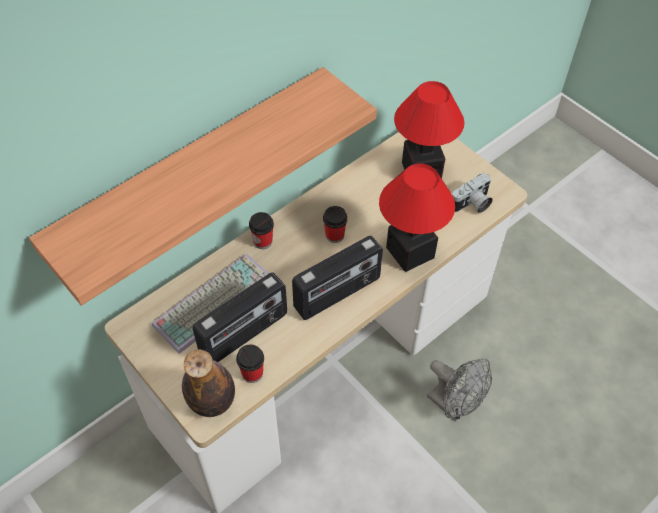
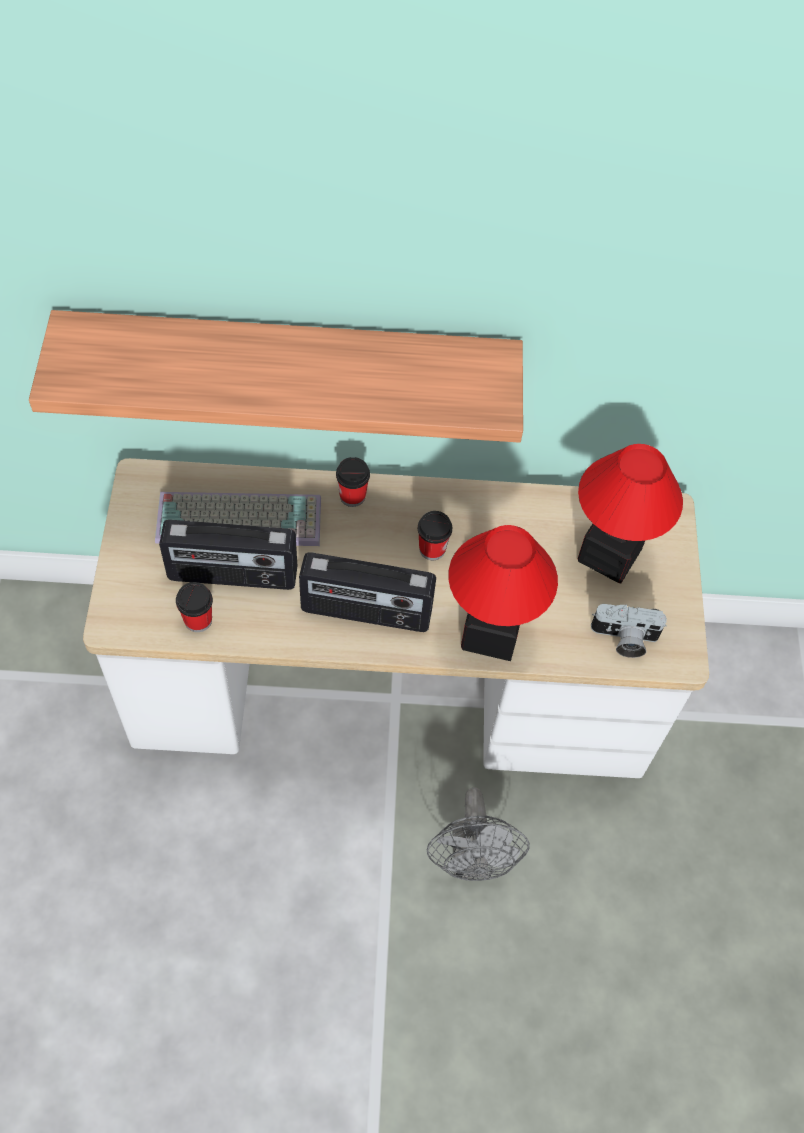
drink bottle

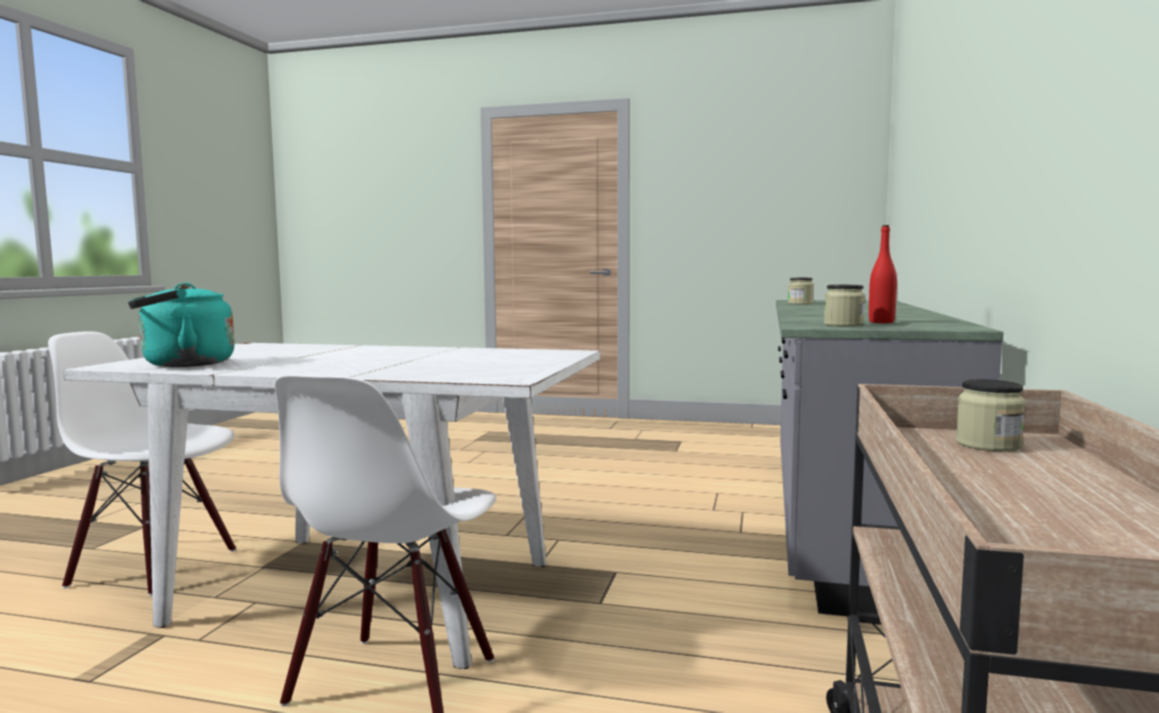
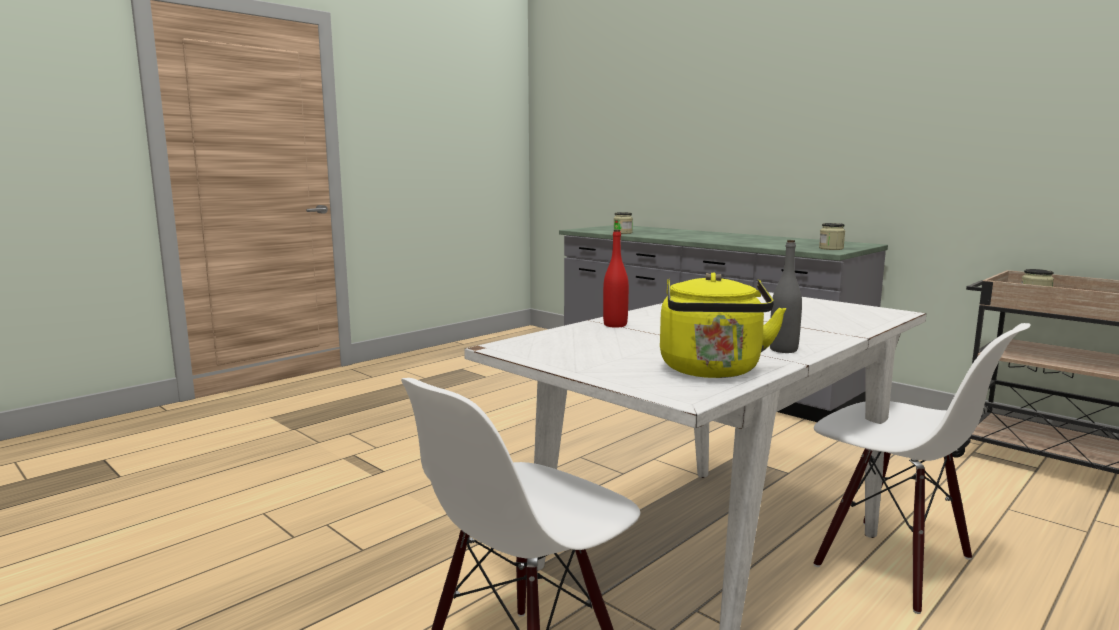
drink bottle (red-coloured)
kettle (yellow-coloured)
drink bottle (grey)

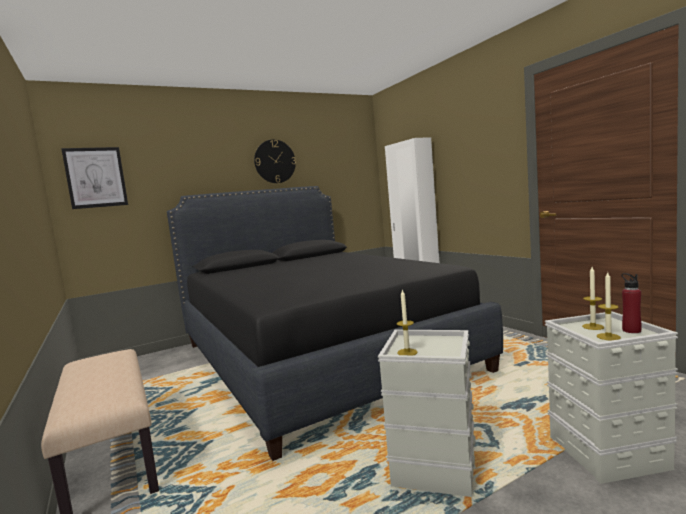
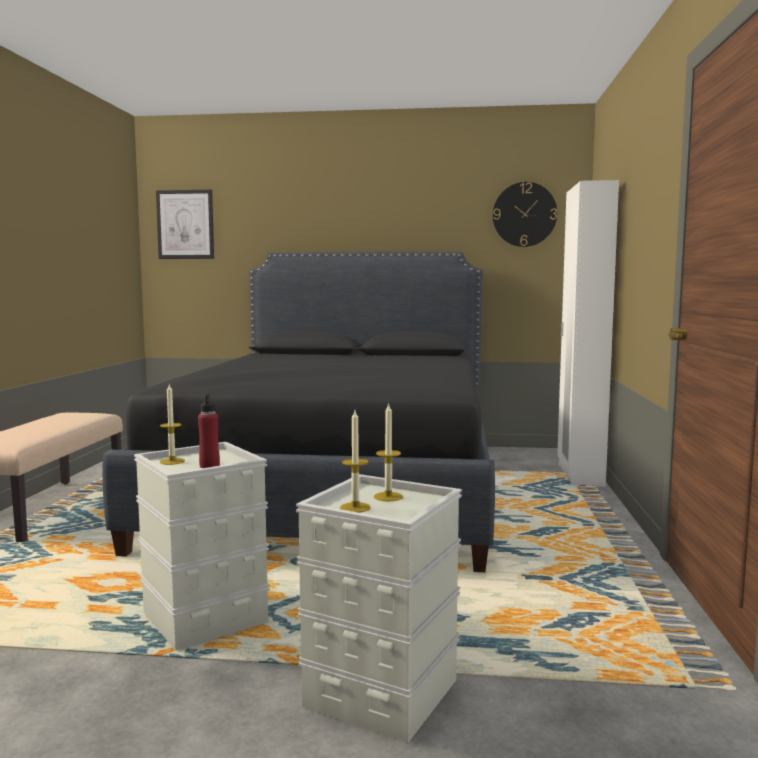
clock on the wall
drink bottle (red-coloured)

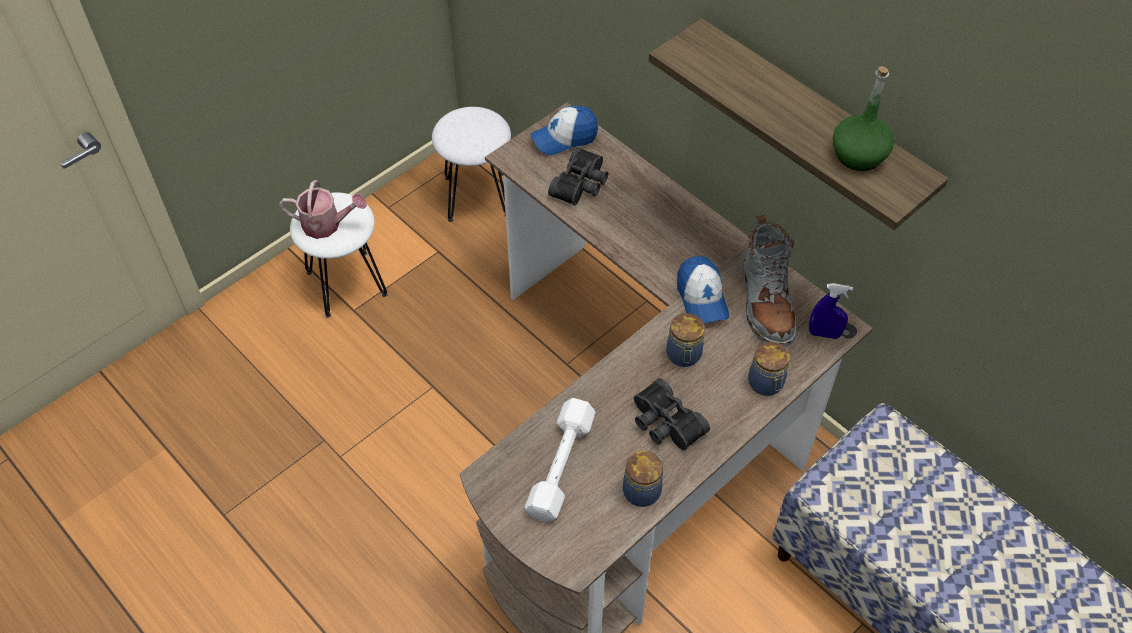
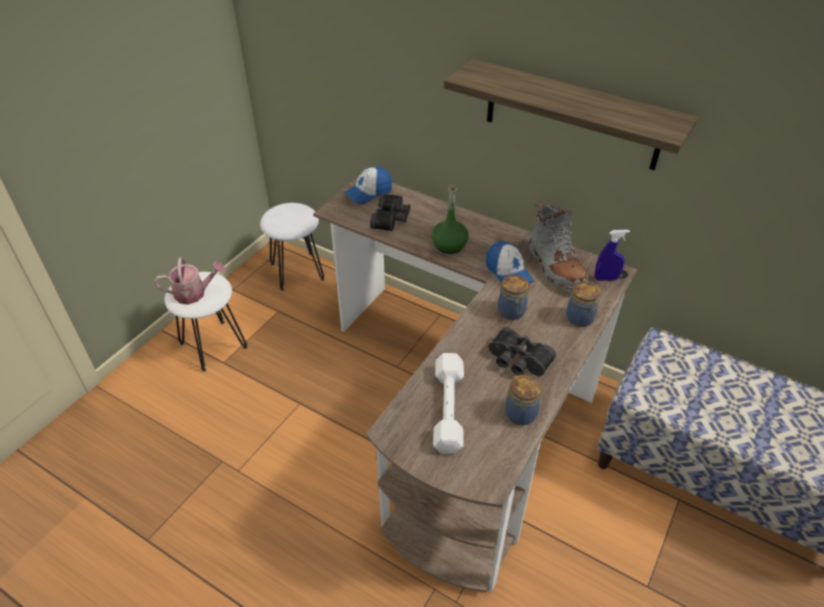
drink bottle (green-coloured)

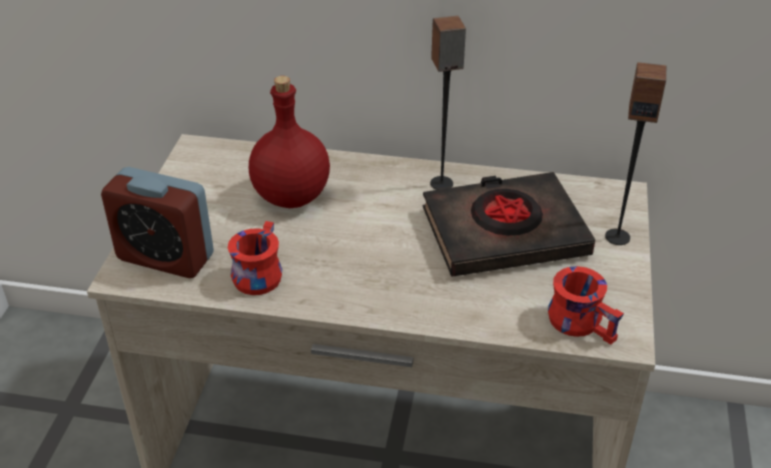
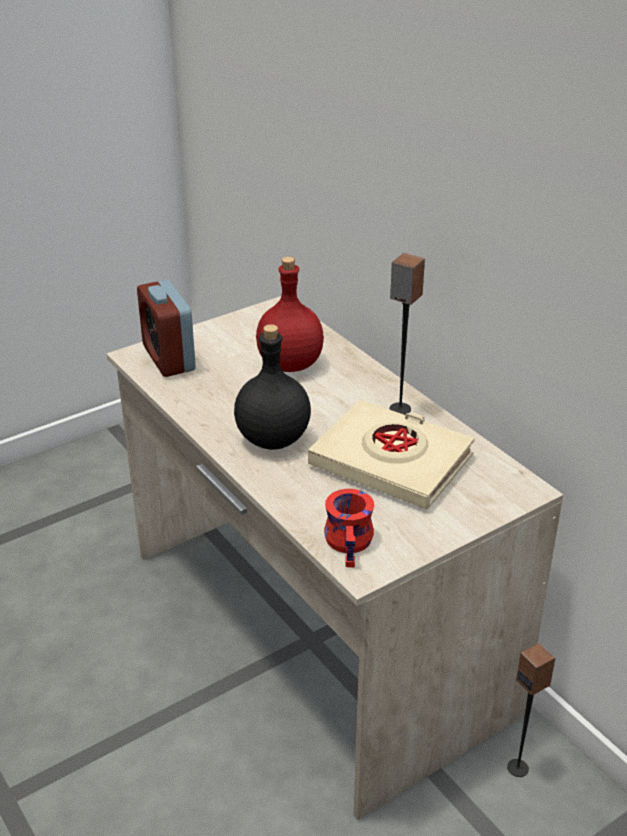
loudspeaker (2nd from left)
book (sand-coloured)
coffee mug (red-coloured) (1st from left in the first image)
drink bottle (black-coloured)

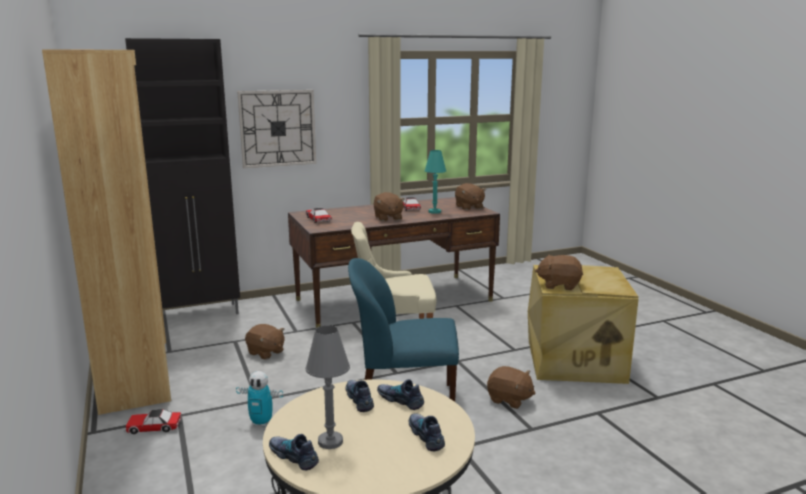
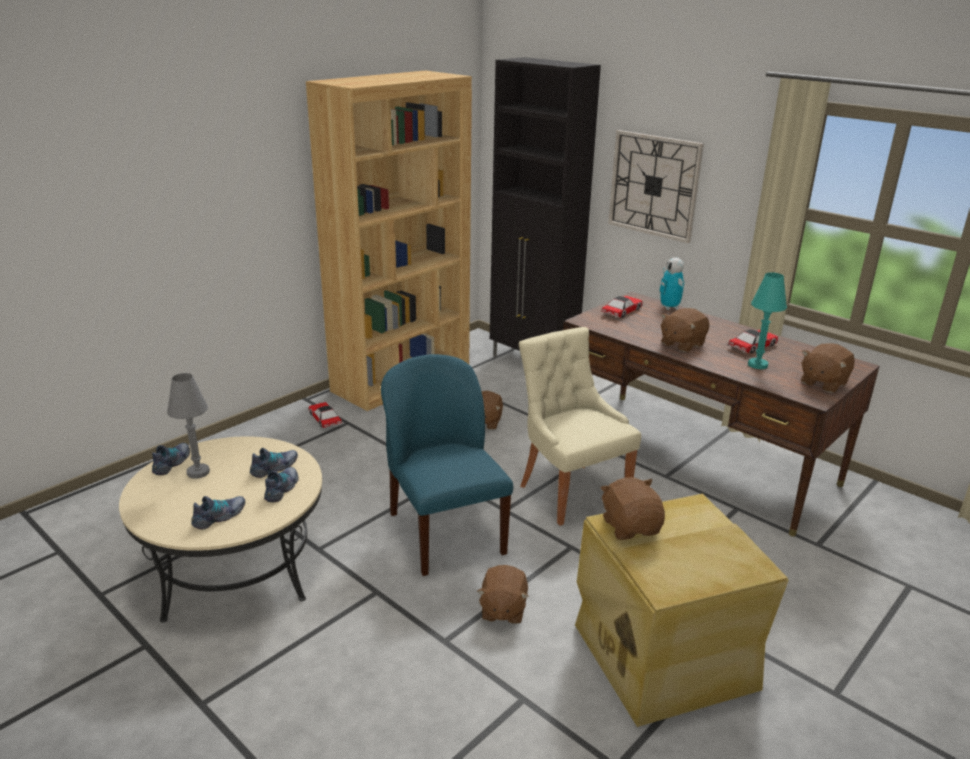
toy robot

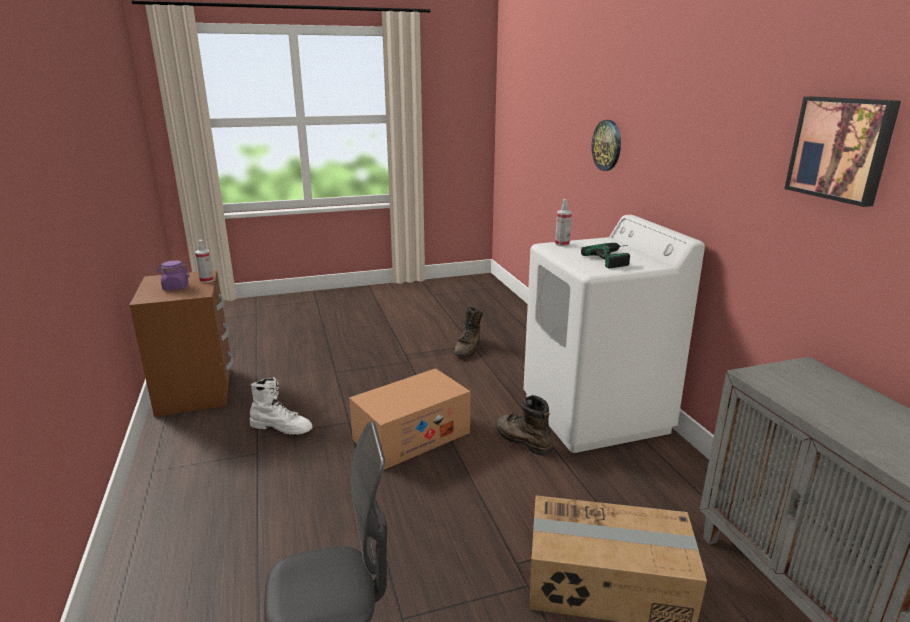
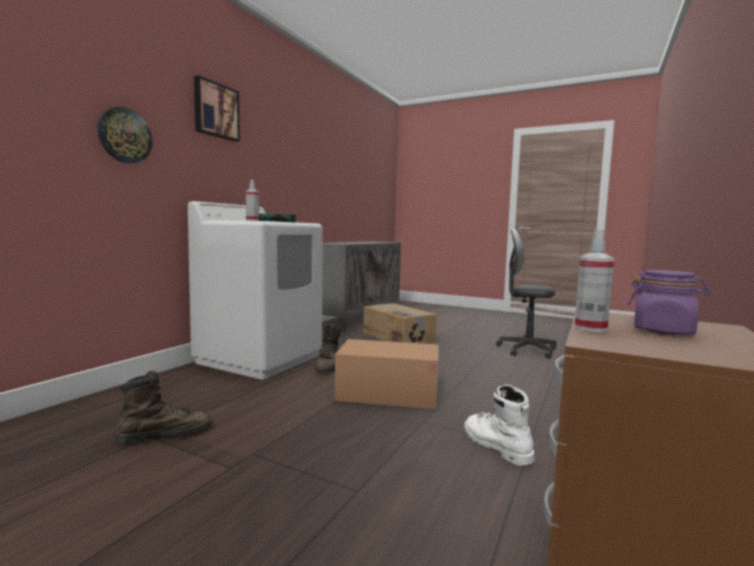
wall art

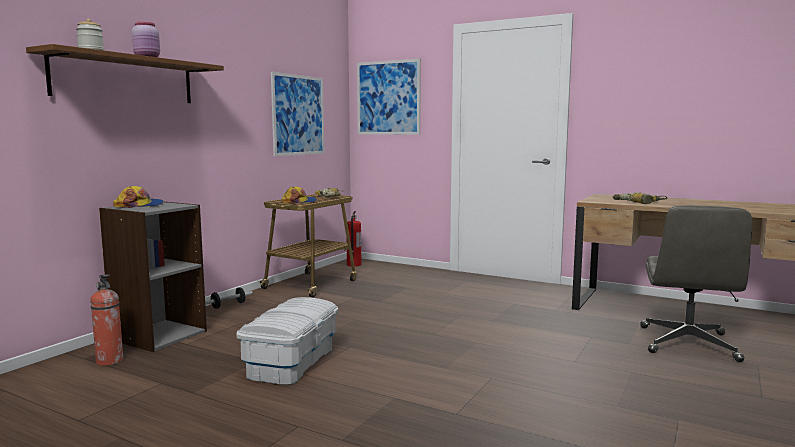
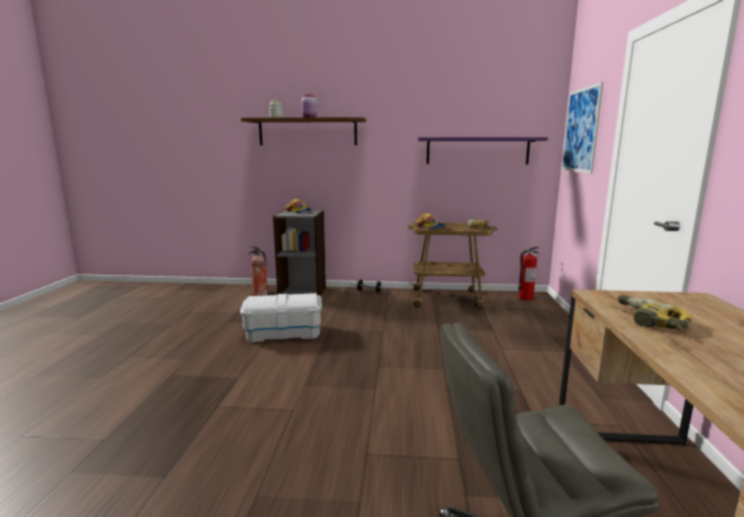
bracket shelf (purple-coloured)

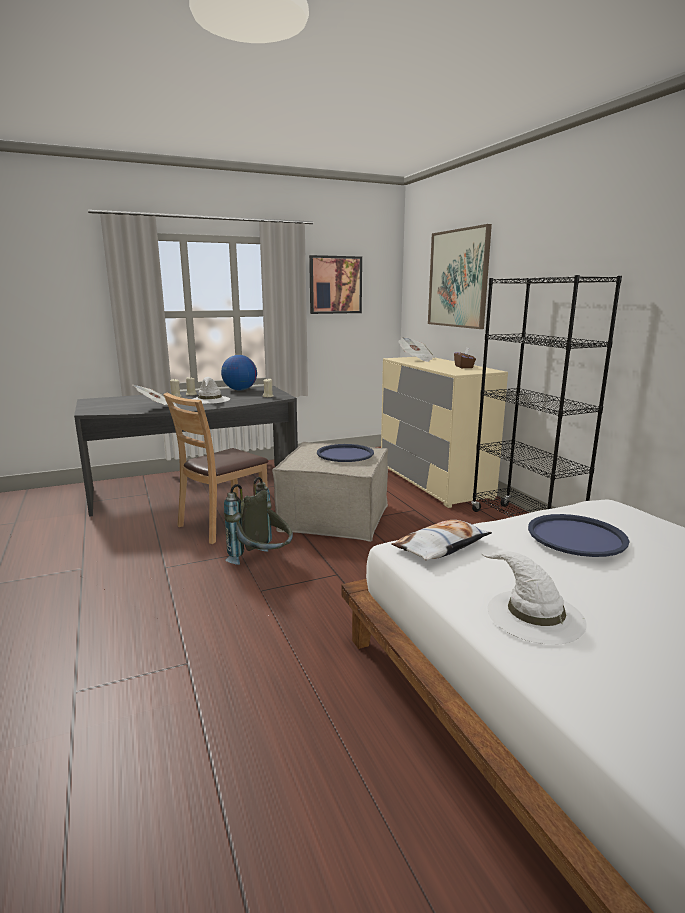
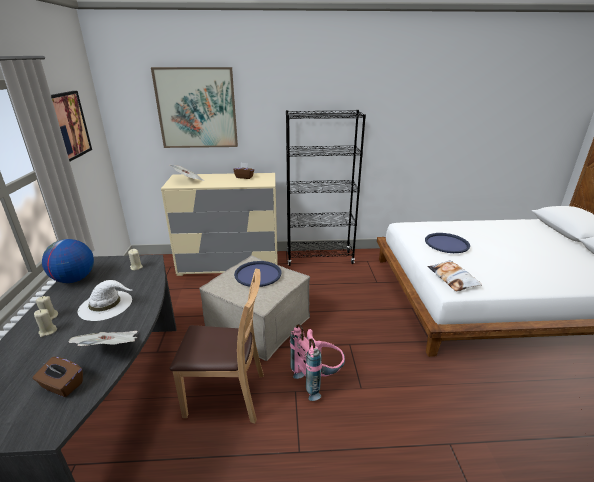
chair (brownish)
knapsack (pinkish)
clothing hat (white-coloured) (2nd from left in the first image)
tissue holder (brownish) (1st from left)

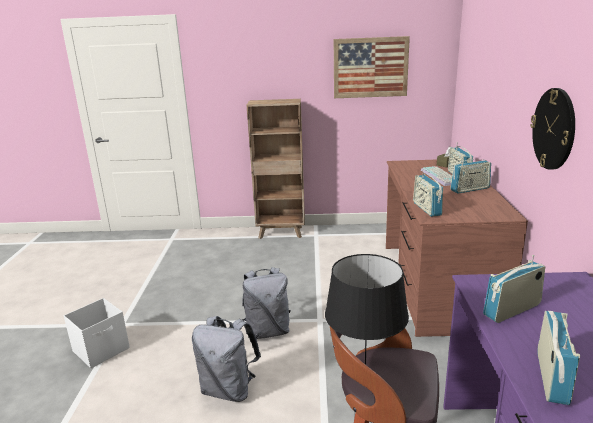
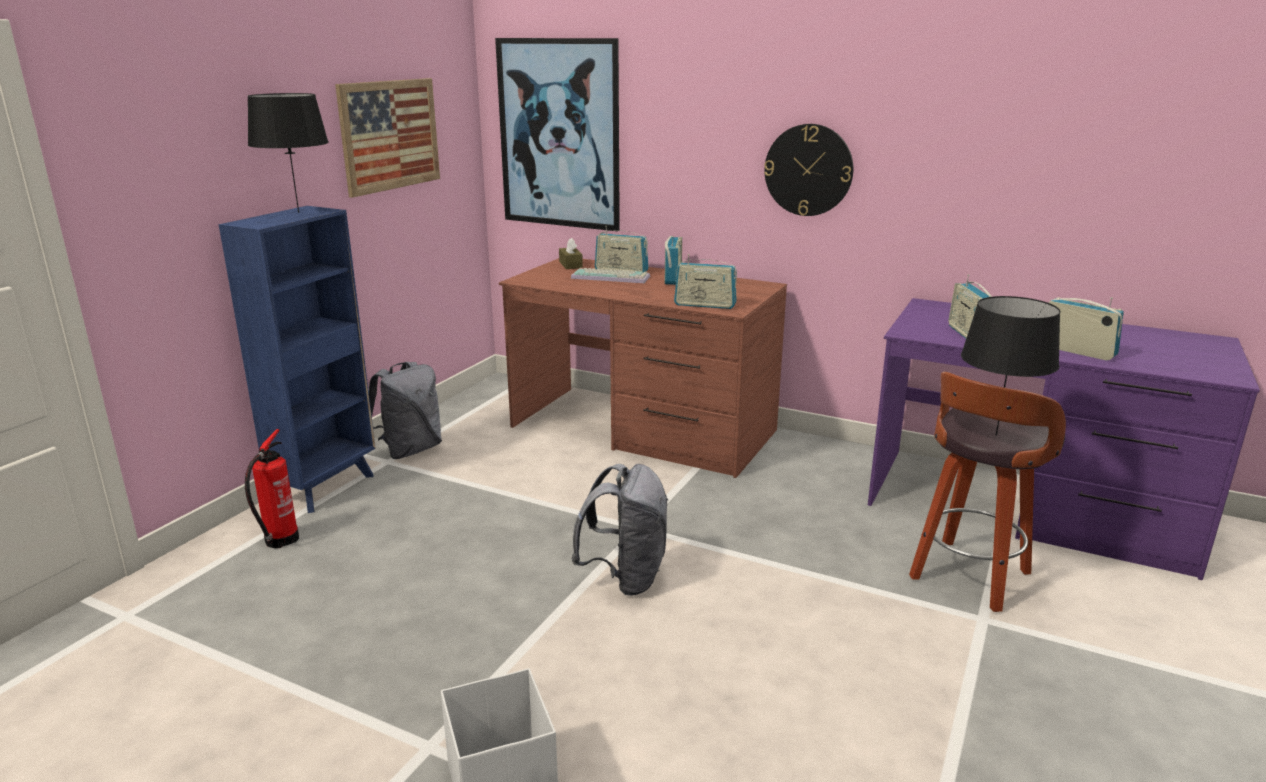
shelving unit (bluish)
knapsack (grey) (1st from left)
wall art (2nd from left)
tabletop lamp (black-coloured) (1st from left)
fire extinguisher

